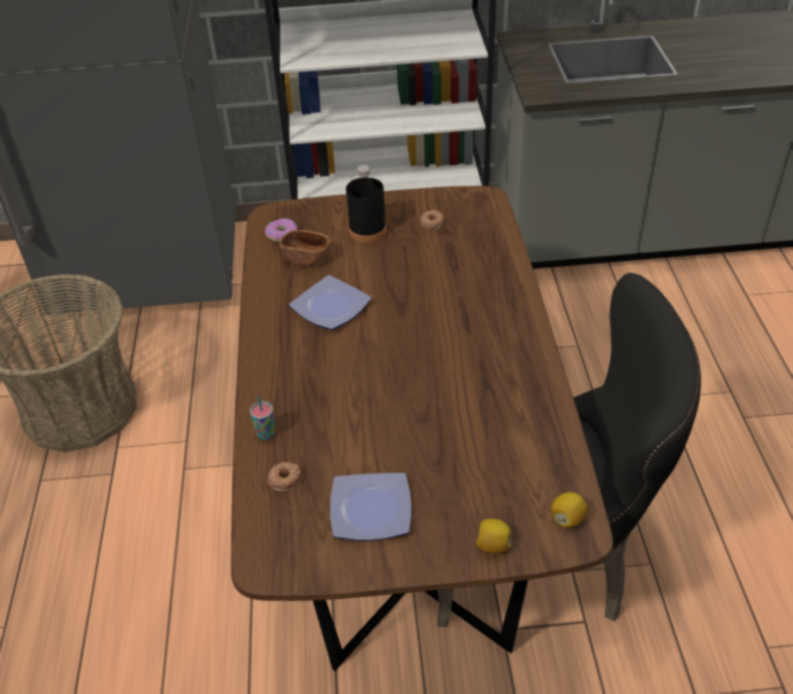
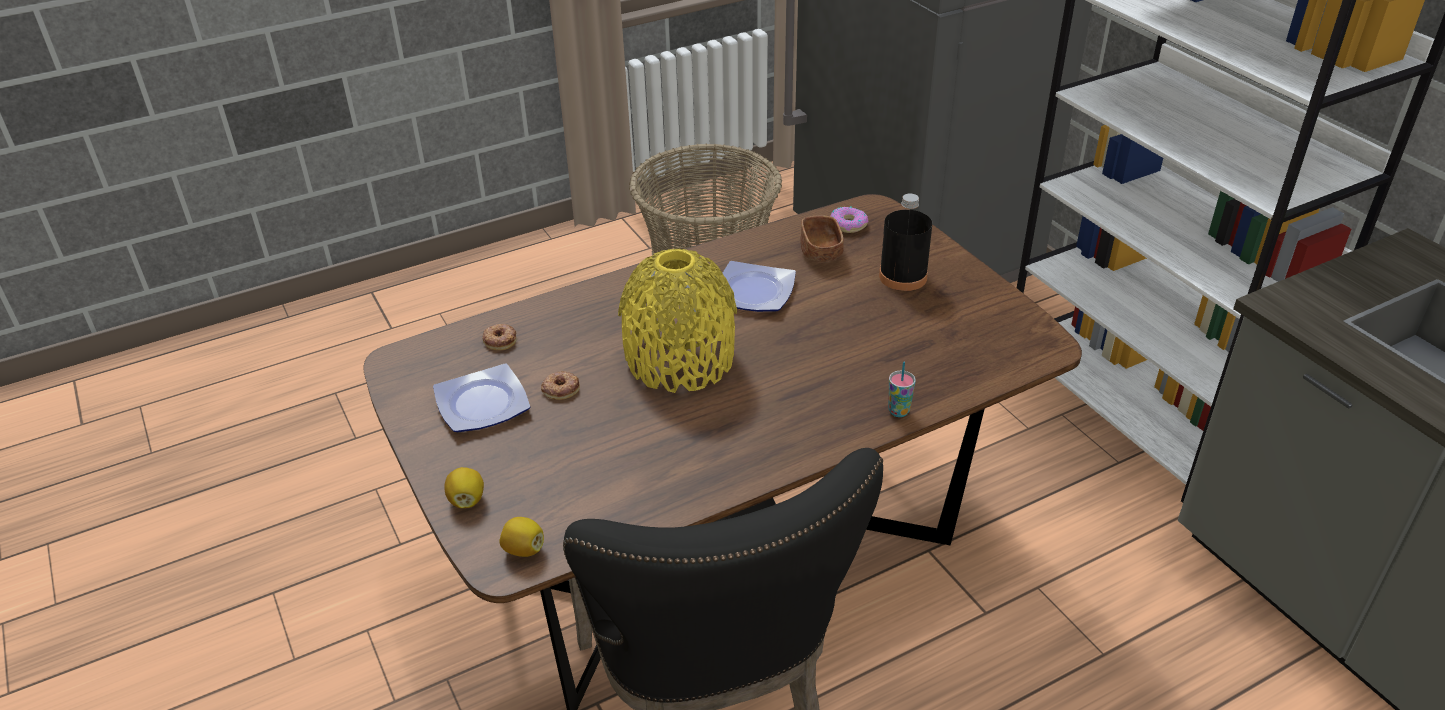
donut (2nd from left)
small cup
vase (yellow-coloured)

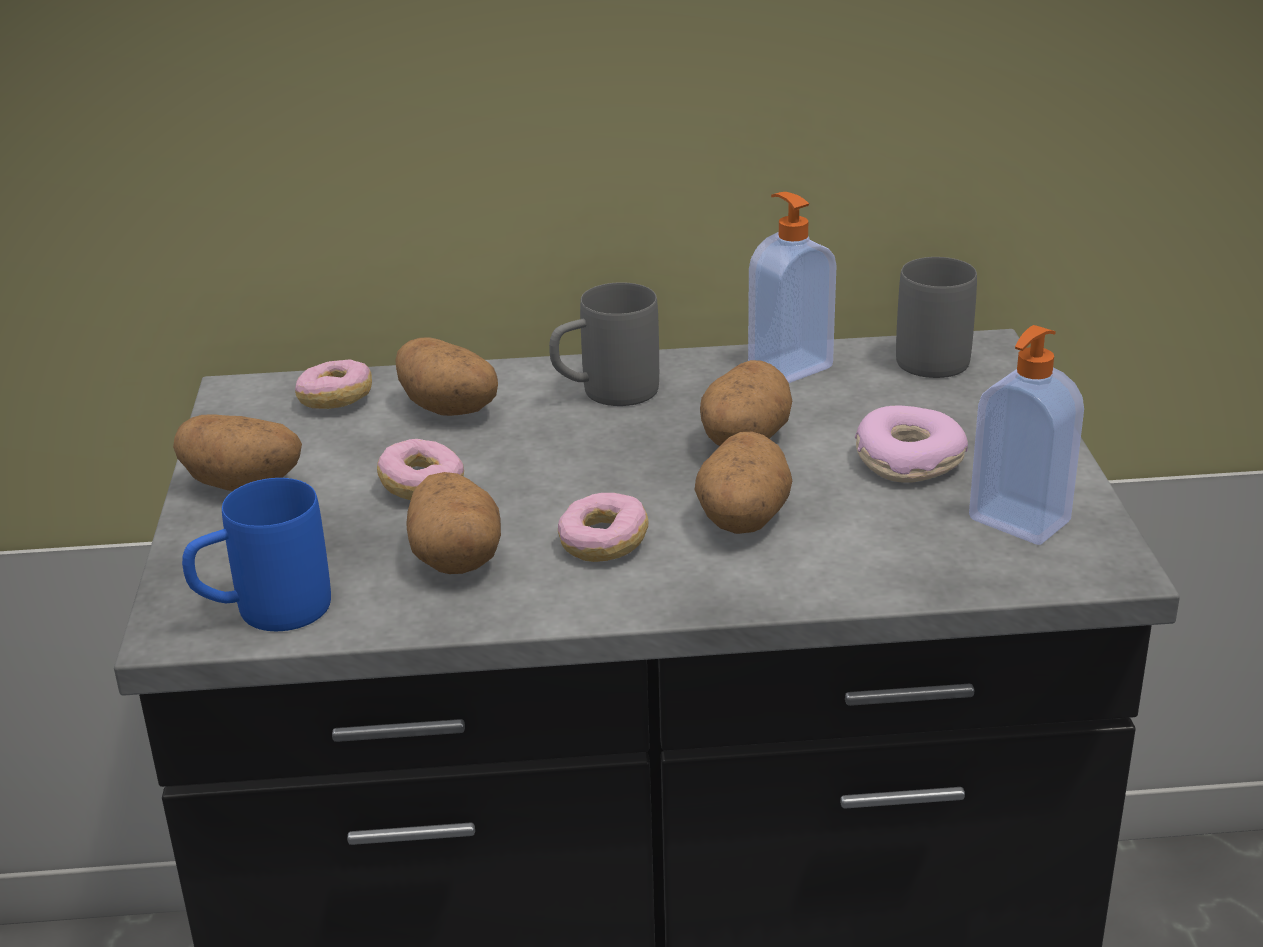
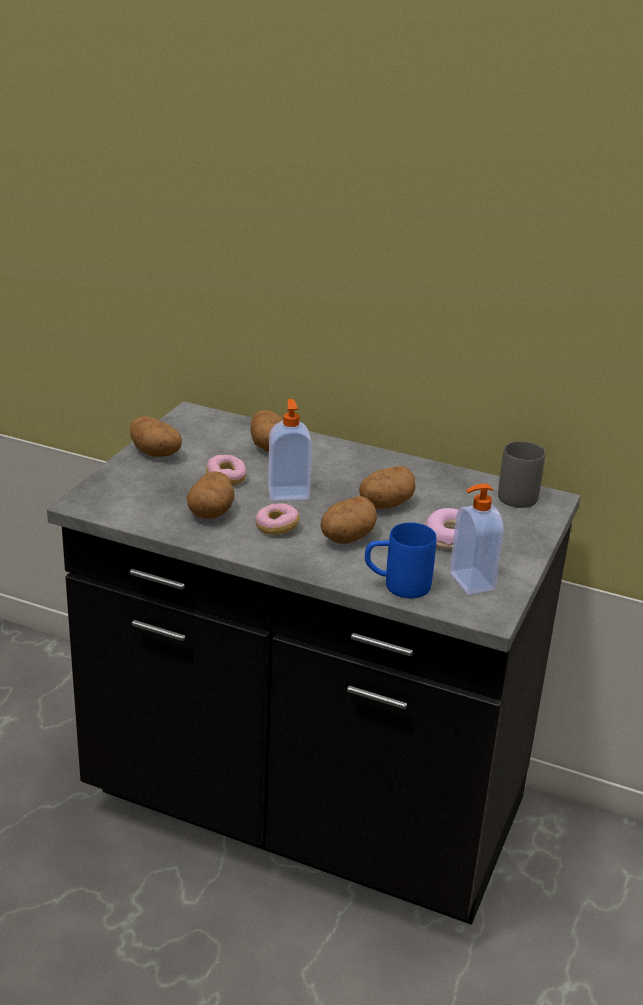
soap dispenser (1st from left)
coffee mug (grey) (1st from left in the first image)
donut (1st from left in the first image)
coffee mug (bluish)

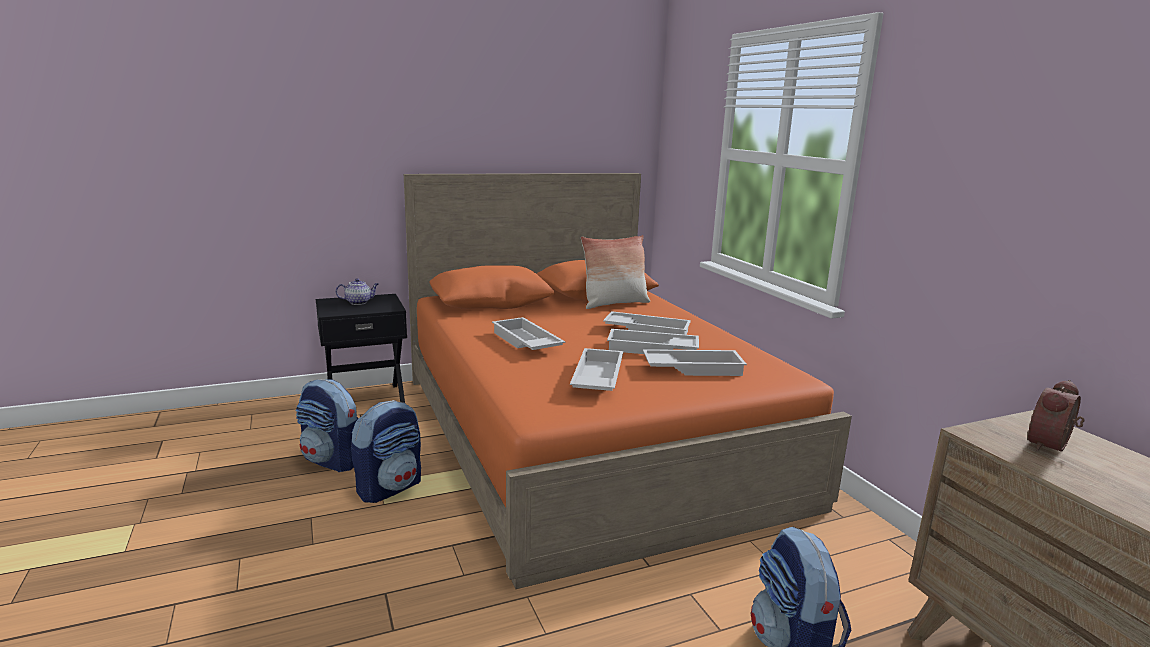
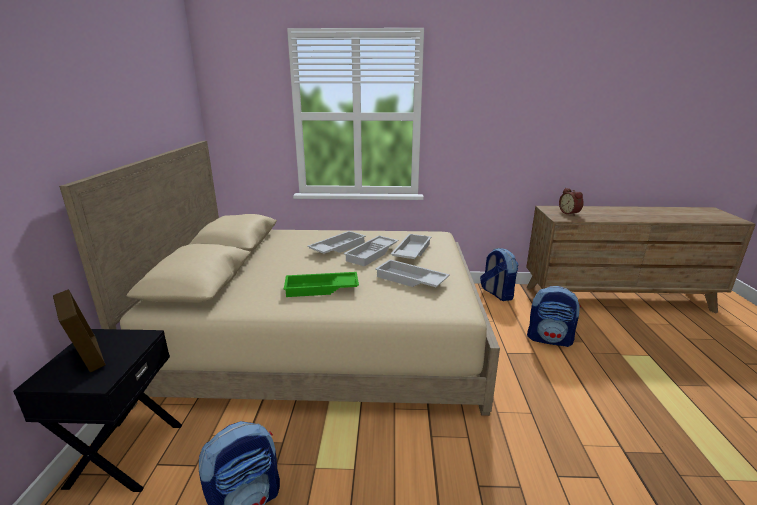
bedroom bed (sand-coloured)
throw pillow
photo frame
carrying tray (green-coloured)
knapsack (2nd from left)

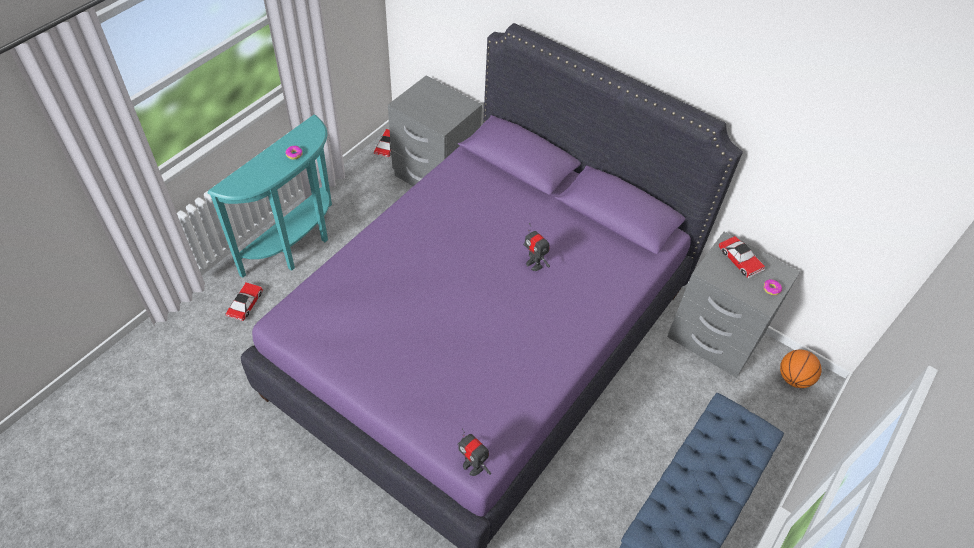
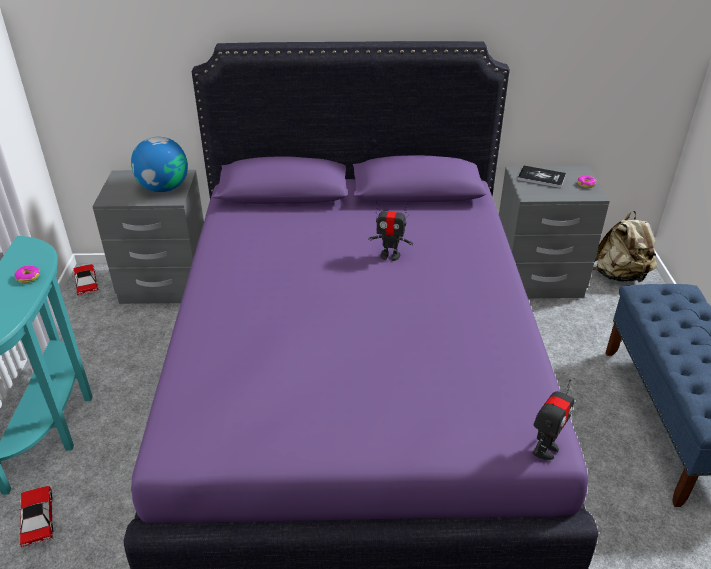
book
knapsack (sand-coloured)
toy robot (2nd from left)
desk globe

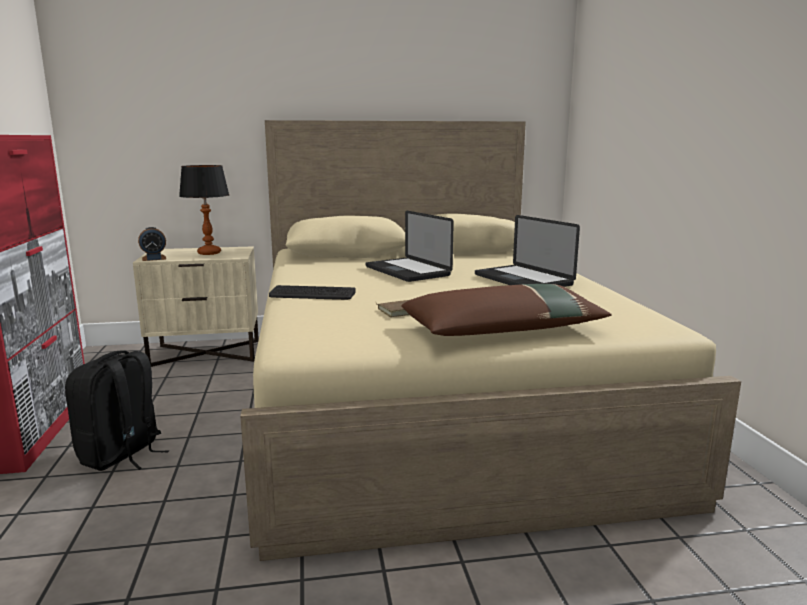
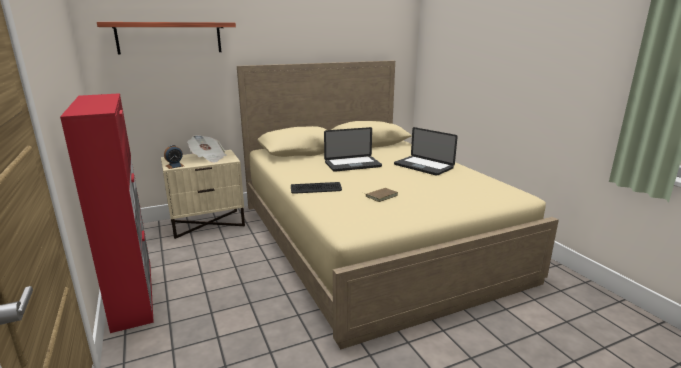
printed paper
laptop (1st from left)
throw pillow (brownish)
knapsack (black-coloured)
bracket shelf

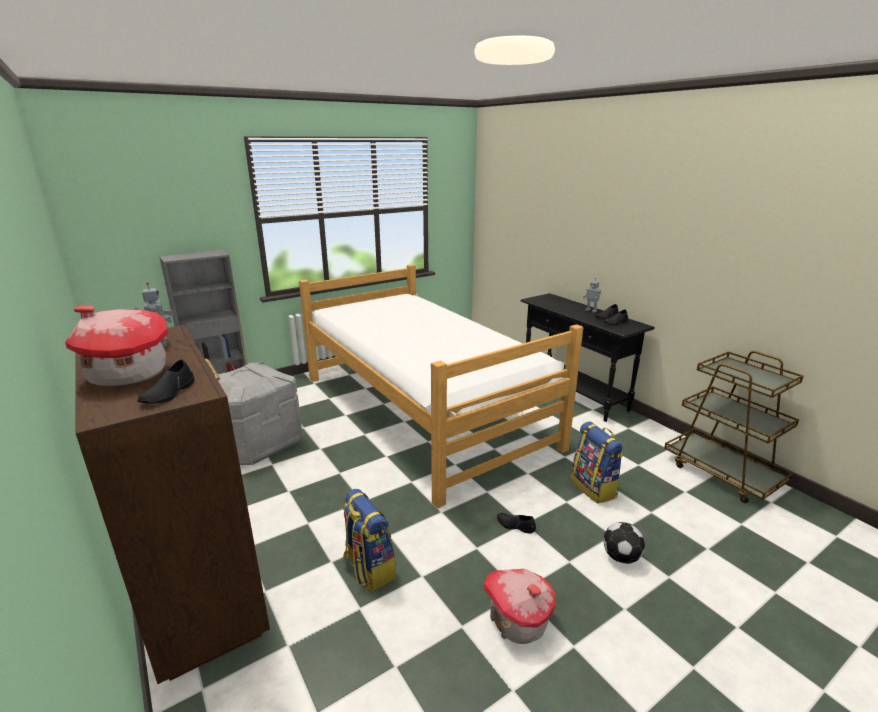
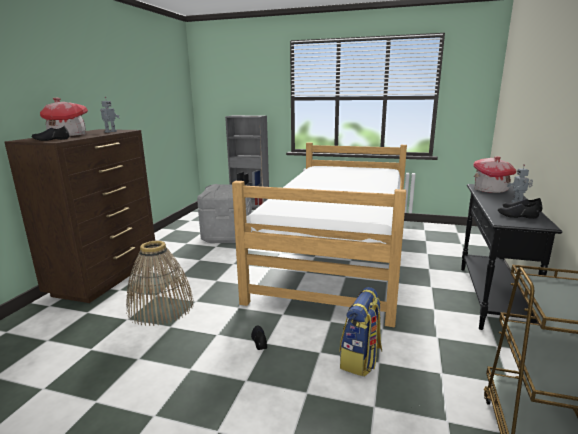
storage basket
football ball
miniature house (2nd from left)

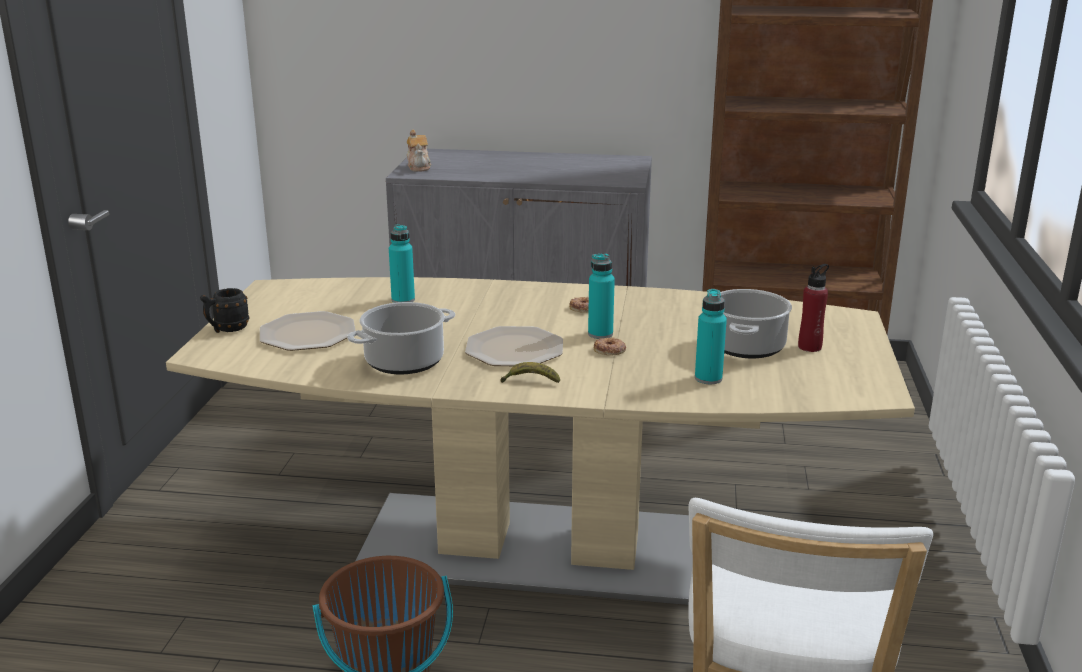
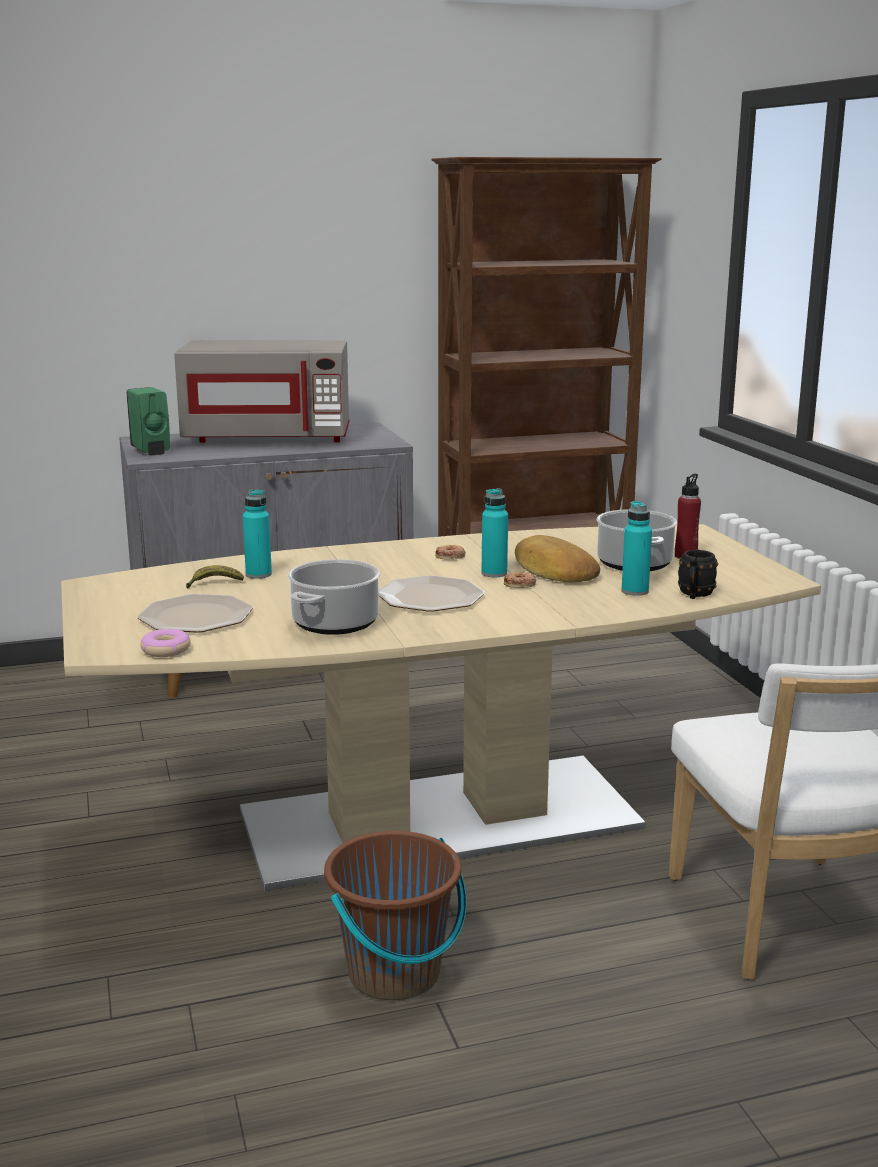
soap dispenser (green-coloured)
coffee mug (black-coloured)
banana
kitchen microwave (grey)
bakery bread
donut (1st from left)

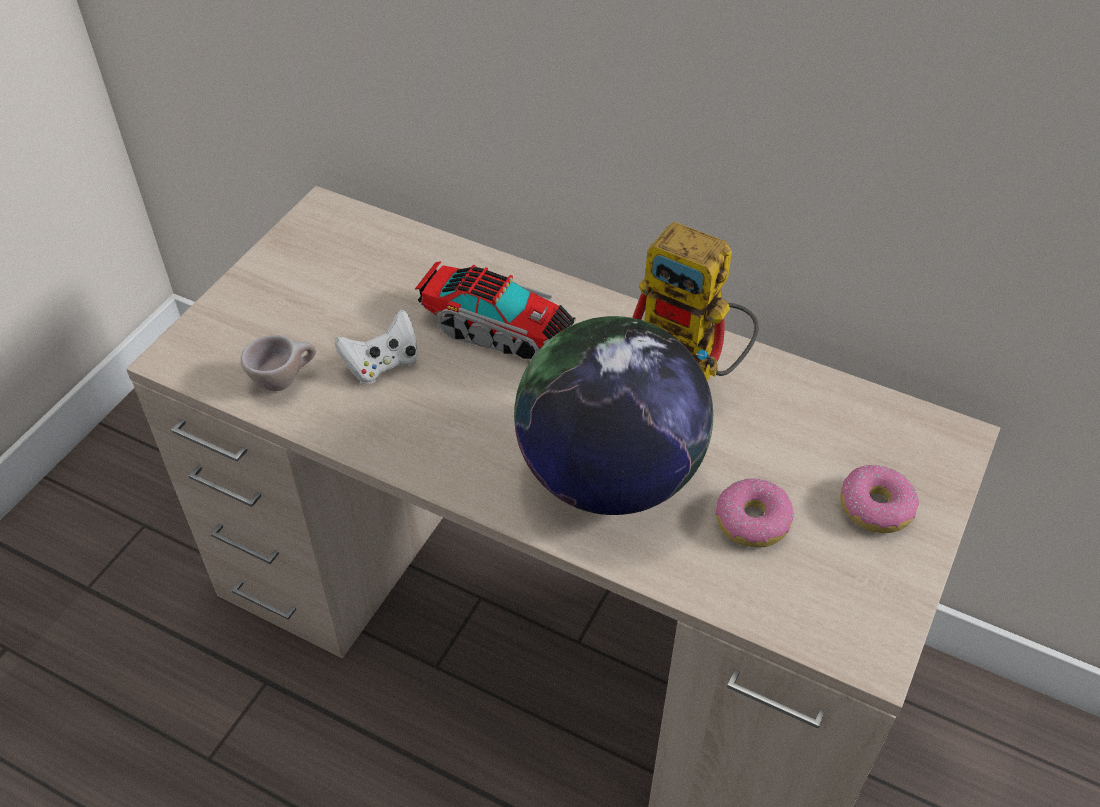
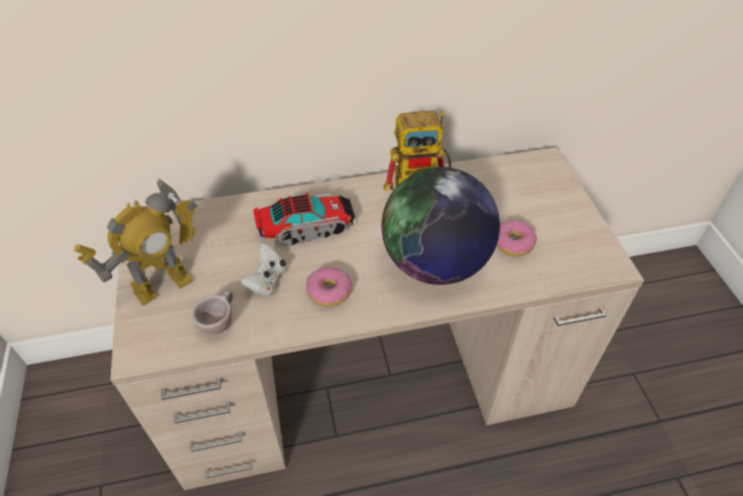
donut (1st from left)
toy robot (1st from left)

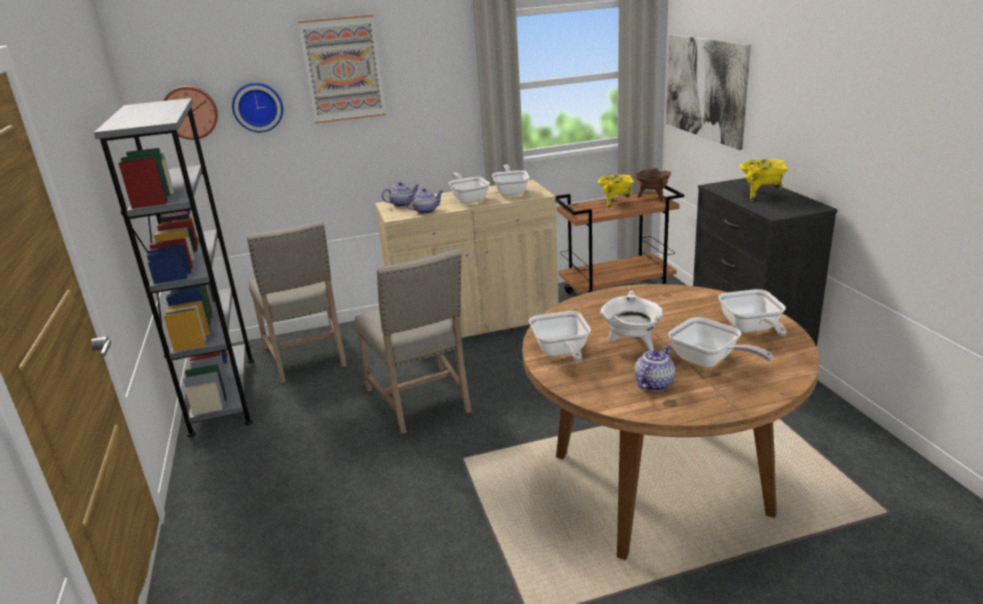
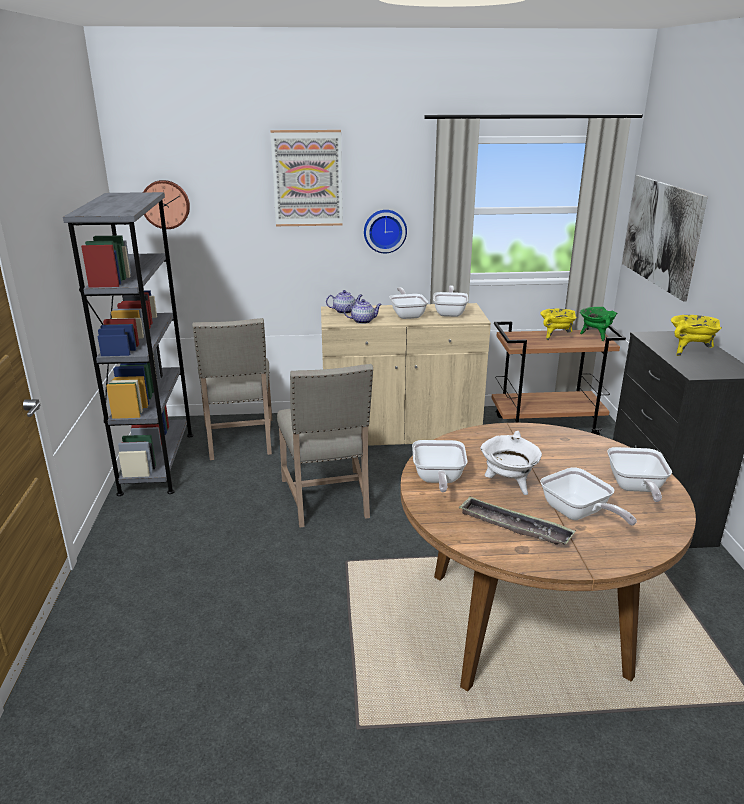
clock on the wall (2nd from left)
stockpot (green-coloured)
carrying tray

